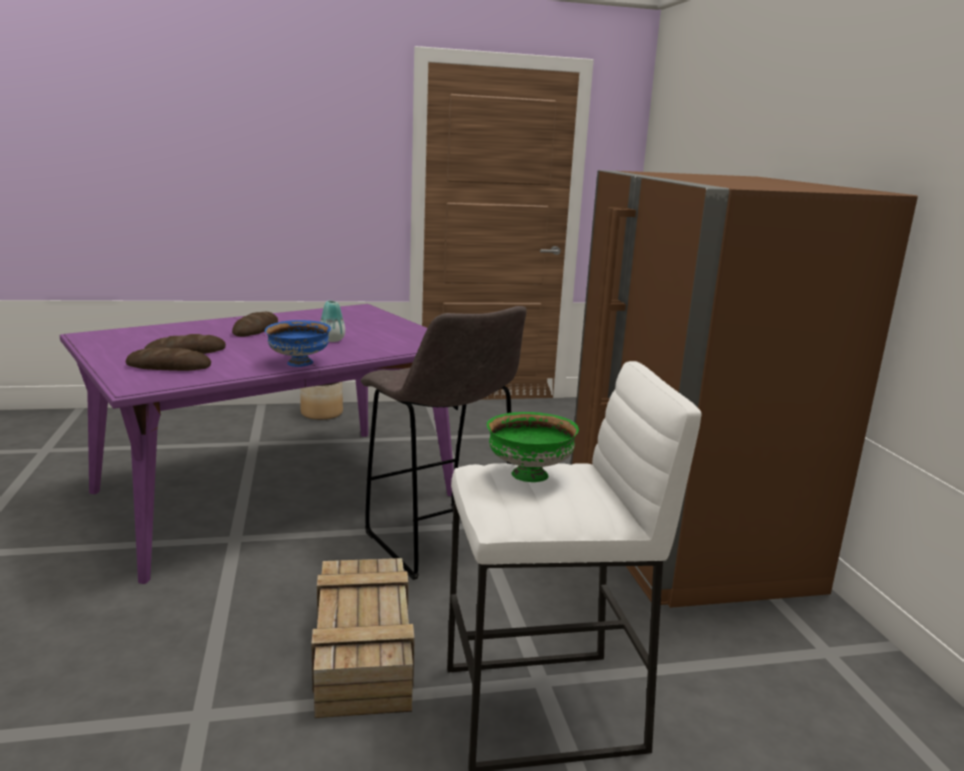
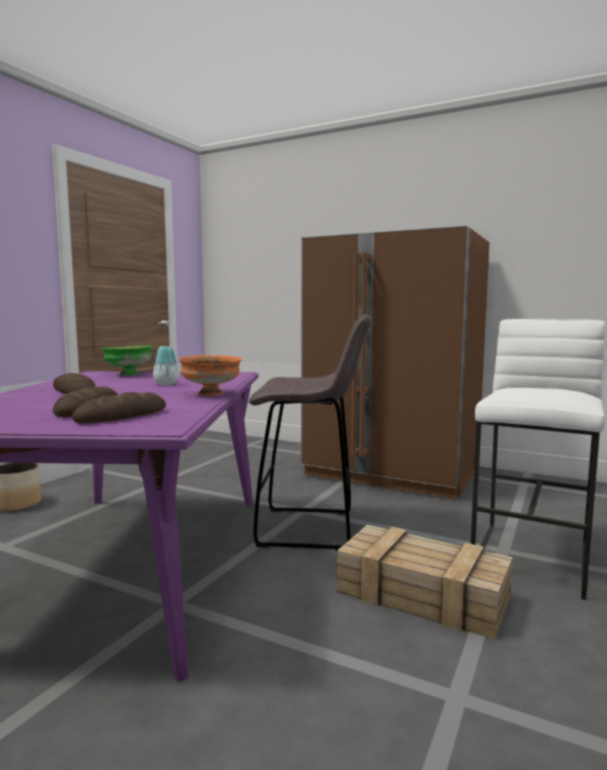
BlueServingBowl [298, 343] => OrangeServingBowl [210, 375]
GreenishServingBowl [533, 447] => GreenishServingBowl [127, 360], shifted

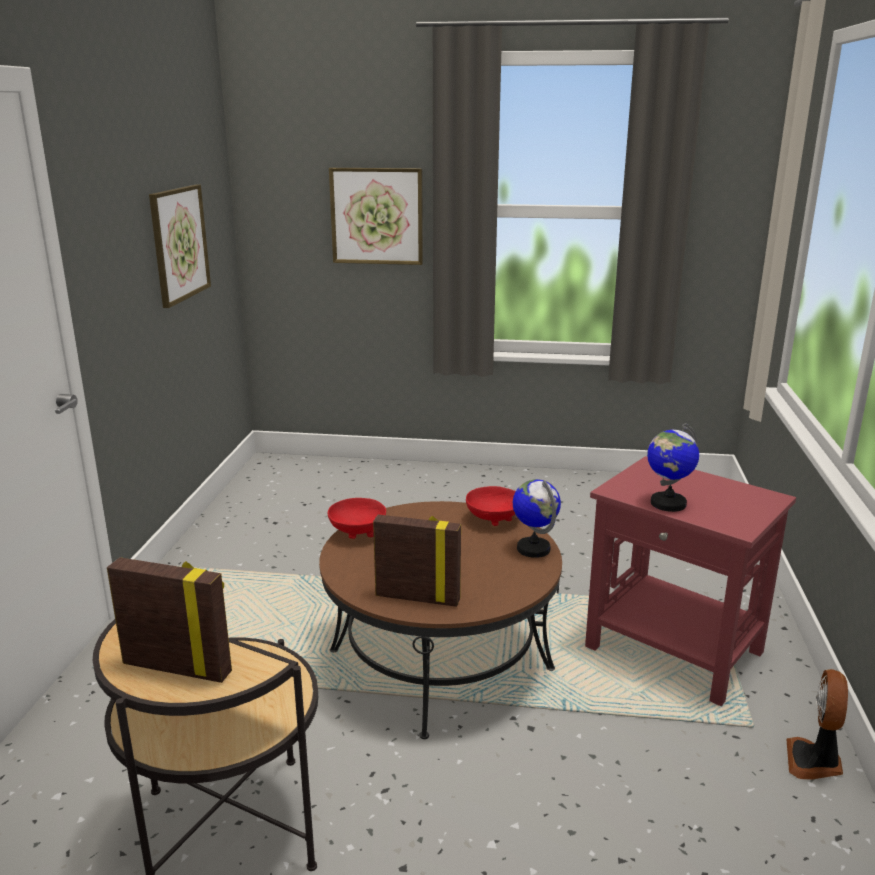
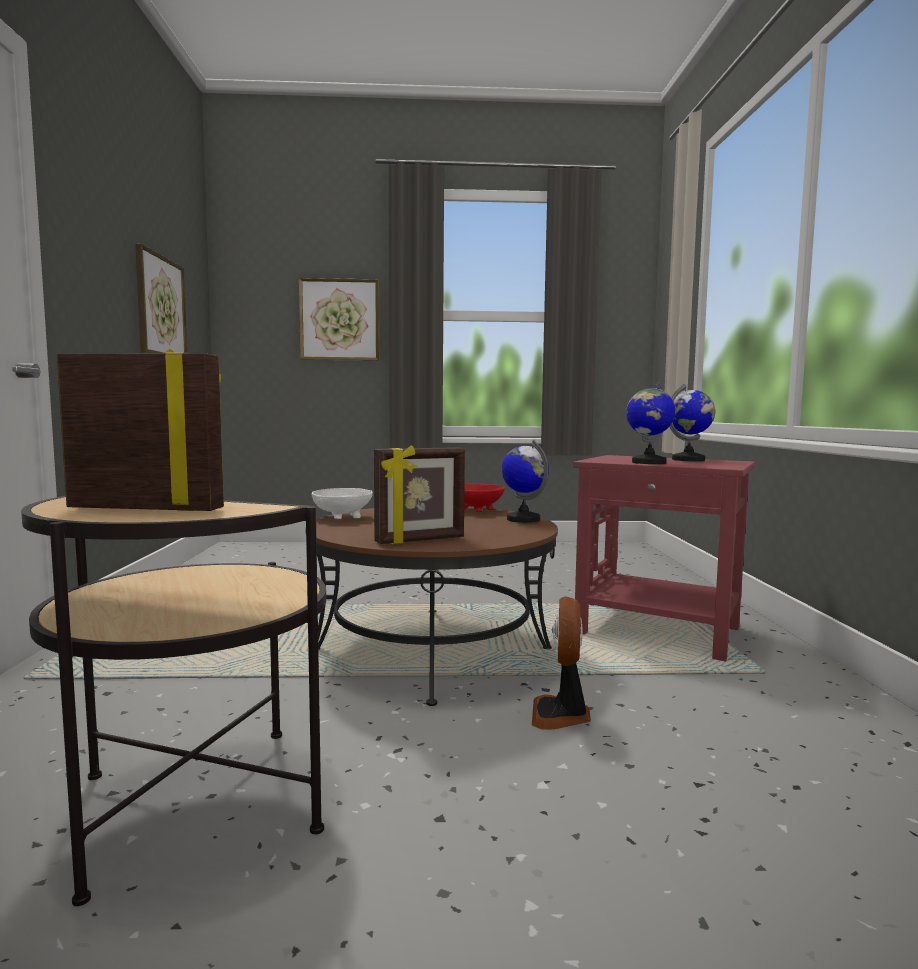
RedColouredServingBowl [357, 518] => WhiteColouredServingBowl [342, 503]
PictureFrame [417, 560] => PictureFrame [419, 494], 150 degrees clockwise
ElectricFan [817, 724] => ElectricFan [561, 663], shifted
nothing => Globe [692, 422]

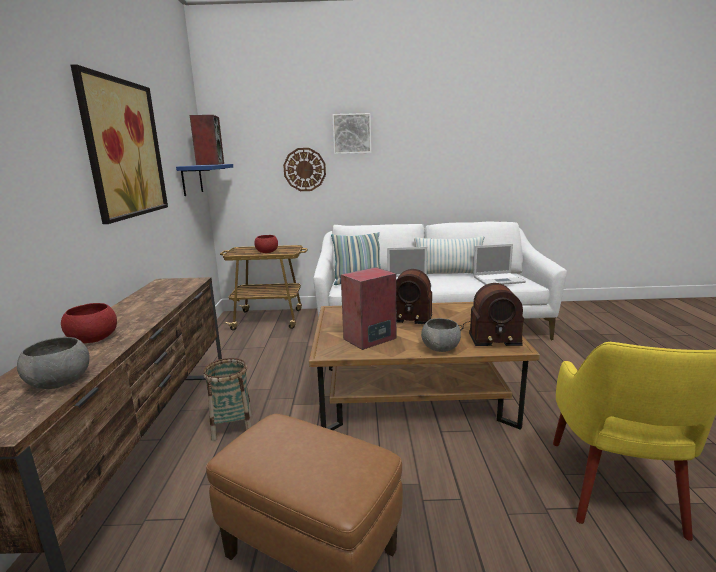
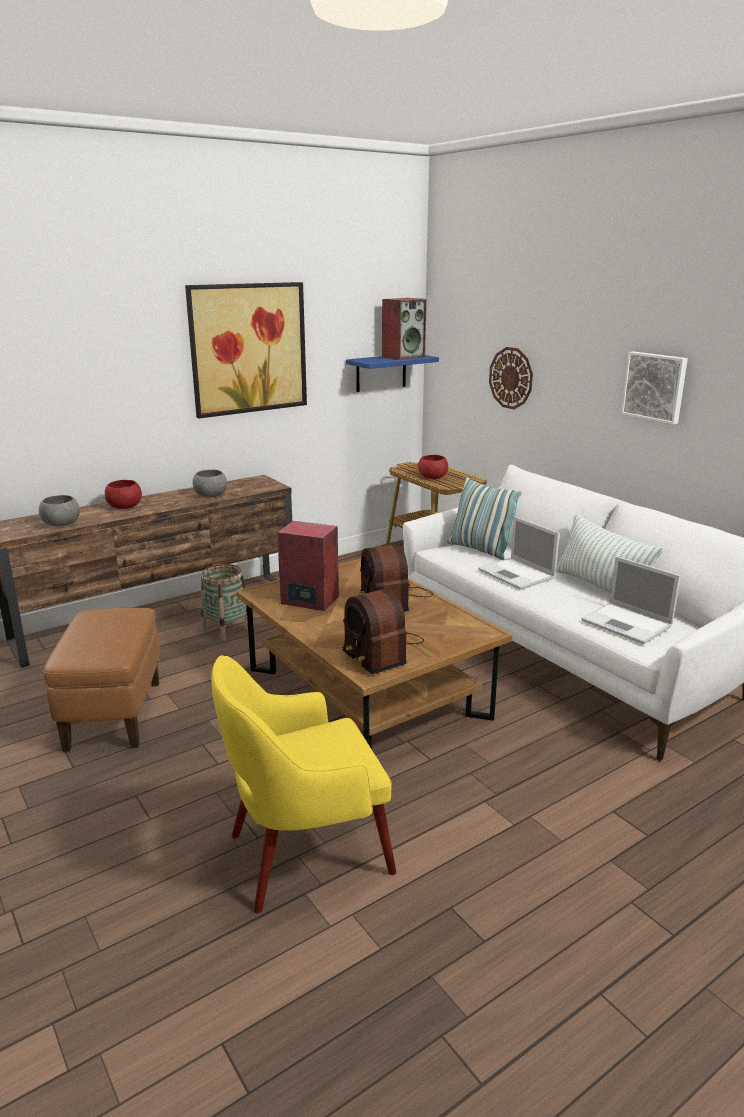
WallPicture [351, 133] => WallPicture [654, 388], shifted
GreyServingBowl [441, 335] => GreyServingBowl [209, 484], shifted

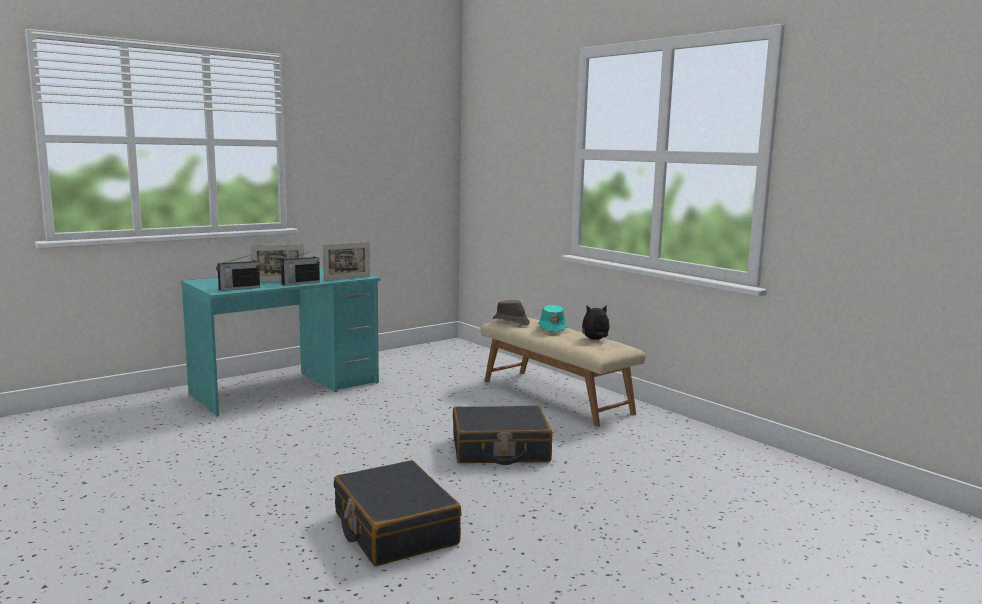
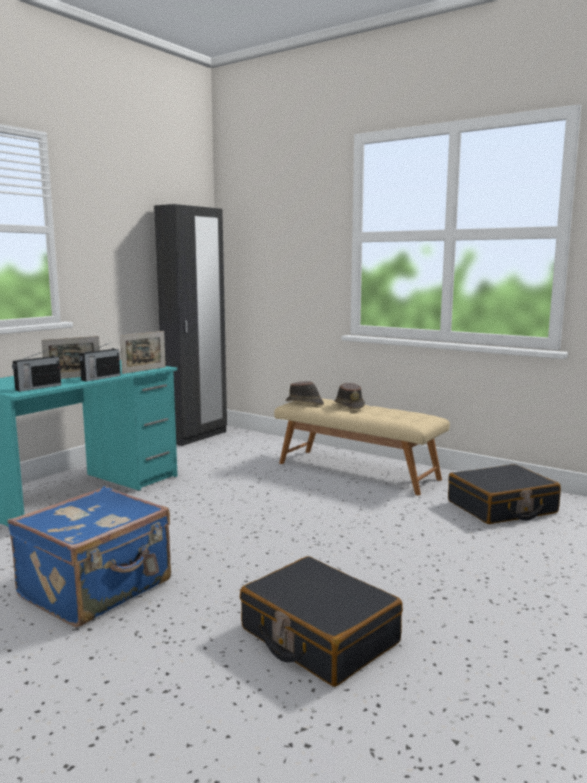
BlackishPieceOfLuggage [503, 435] => BlackishPieceOfLuggage [504, 494], shifted
TurquoiseHat [552, 318] => BrownHat [349, 396]
PlushToy [595, 322] => nothing
nothing => BluePieceOfLuggage [89, 556]
nothing => BlackishWardrobe [190, 325]

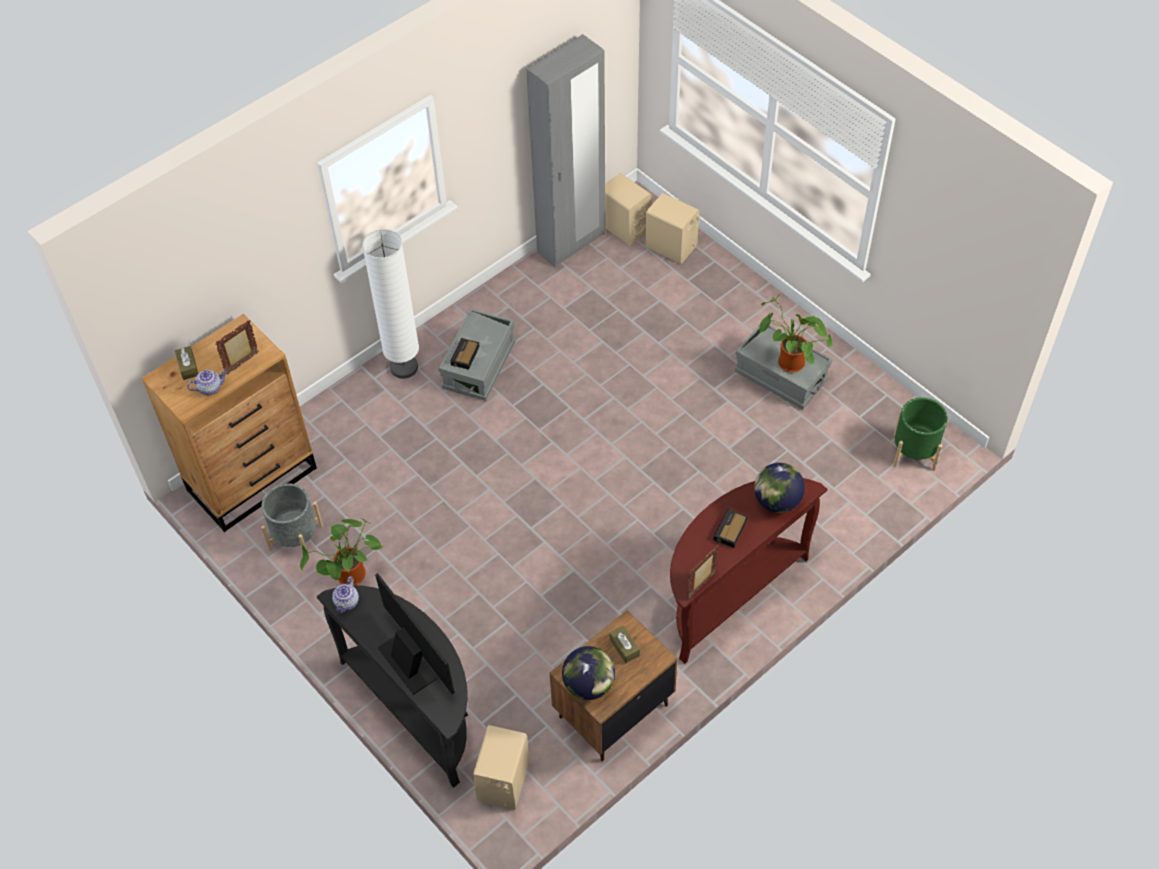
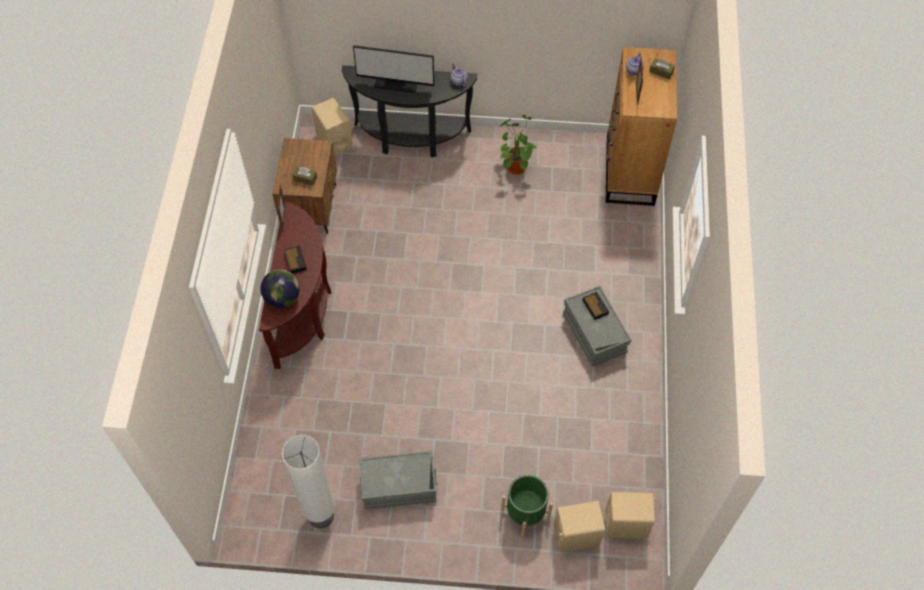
GreyPlantPot [292, 517] => nothing
WhiteColouredFloorLamp [390, 304] => WhiteColouredFloorLamp [308, 481], shifted
GreyWardrobe [566, 150] => nothing
Globe [588, 673] => nothing
Houseplant [795, 334] => nothing
GreenishPlantPot [920, 434] => GreenishPlantPot [527, 505], shifted

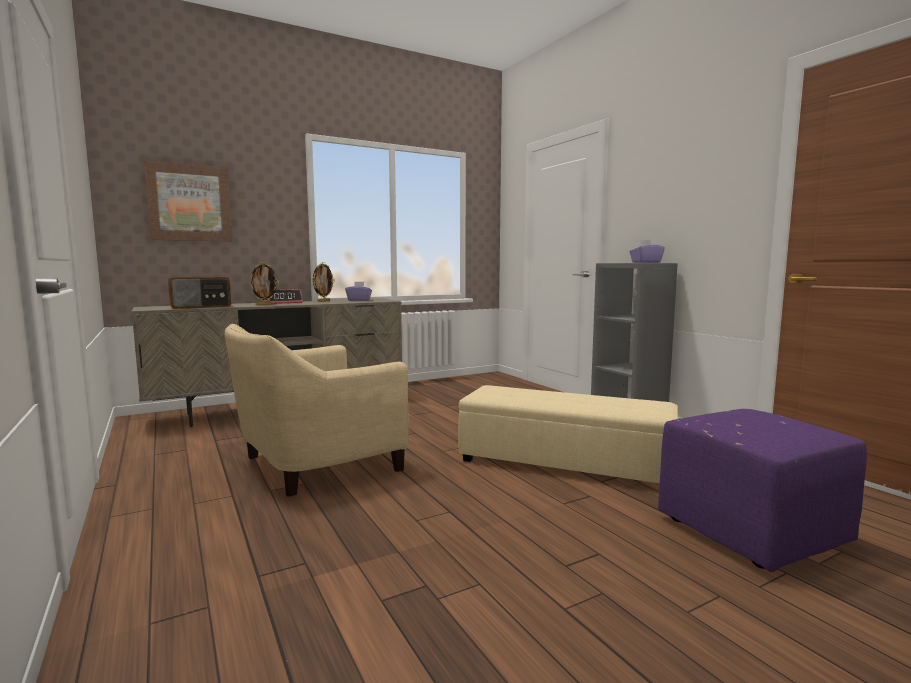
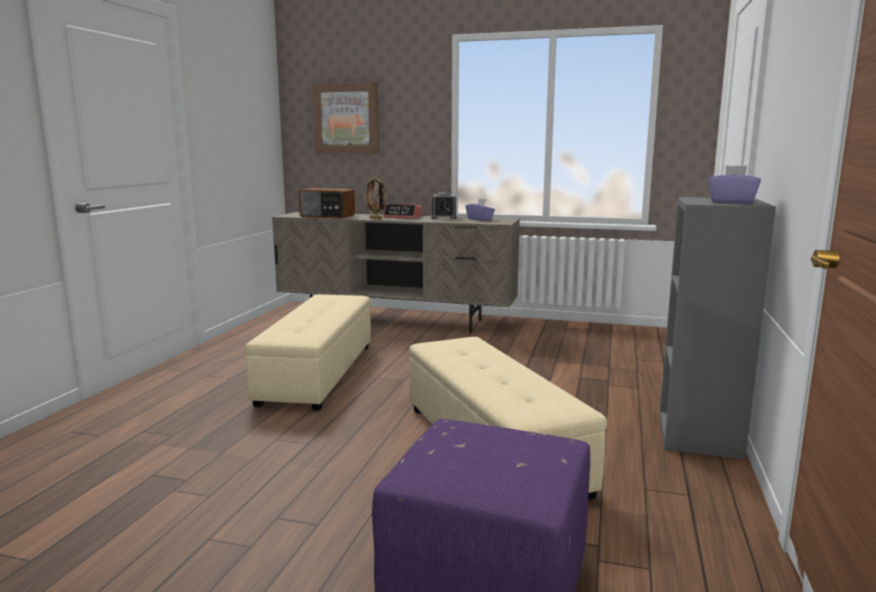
SandColouredLoungeChair [317, 410] => SandColouredOttoman [308, 352]
PictureFrame [323, 282] => AlarmClock [444, 205]

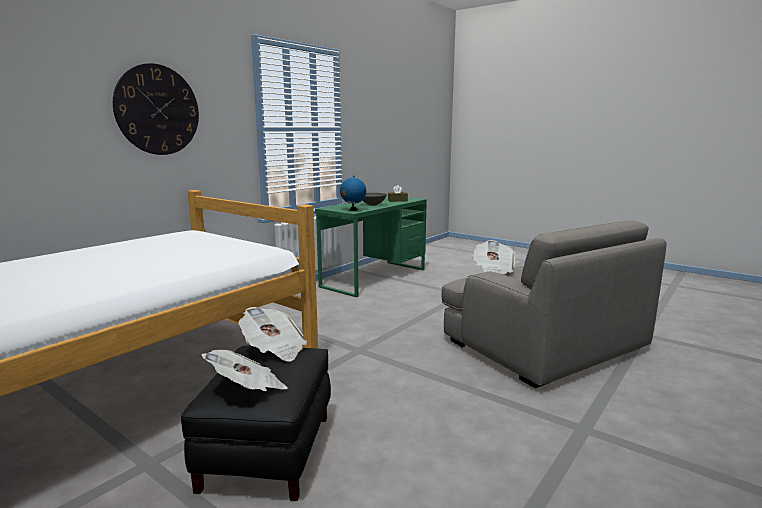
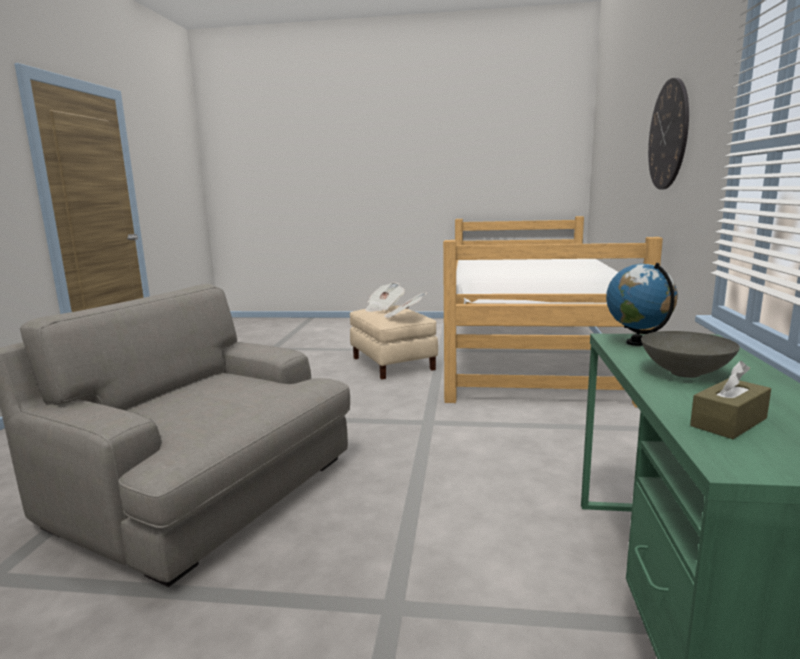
BlackishOttoman [256, 423] => SandColouredOttoman [394, 342]
Newspaper [493, 257] => nothing

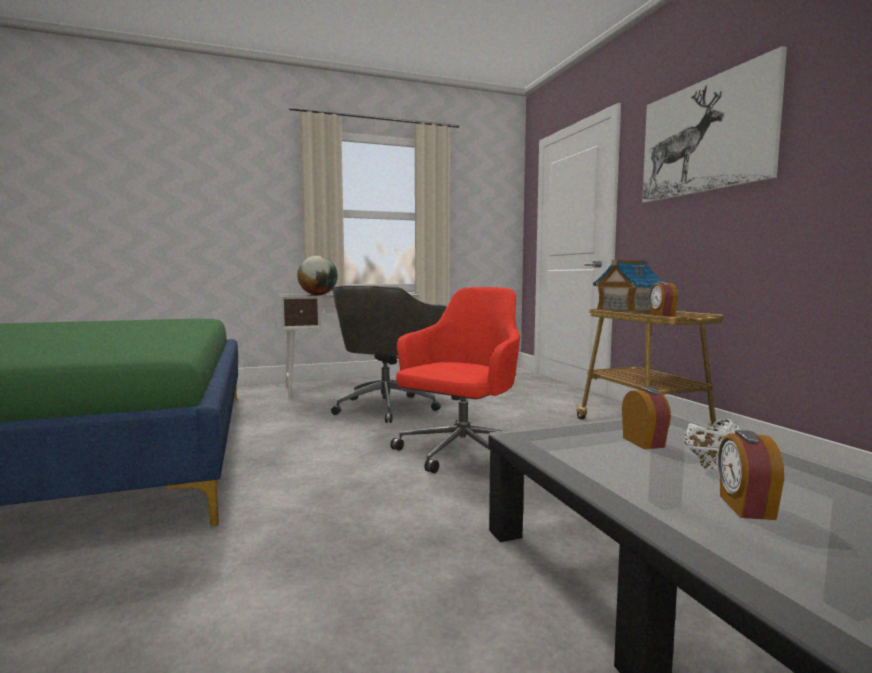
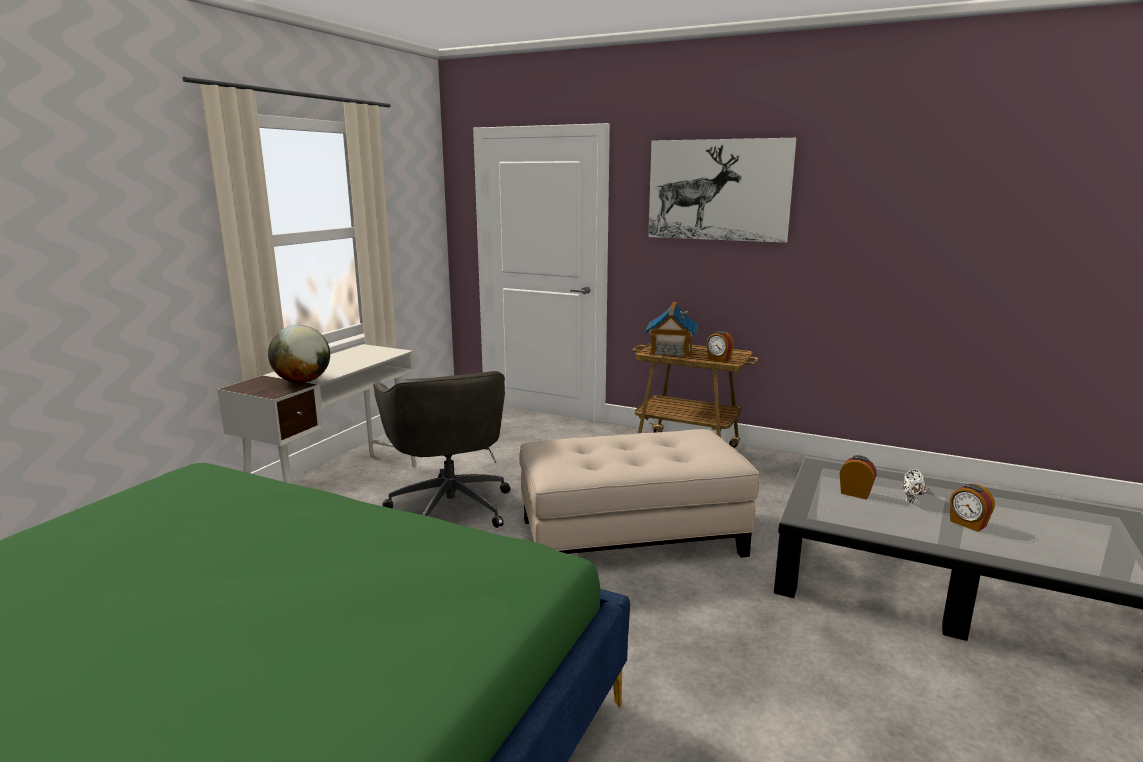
RedColouredOfficeChair [455, 380] => SandColouredOttoman [639, 493]

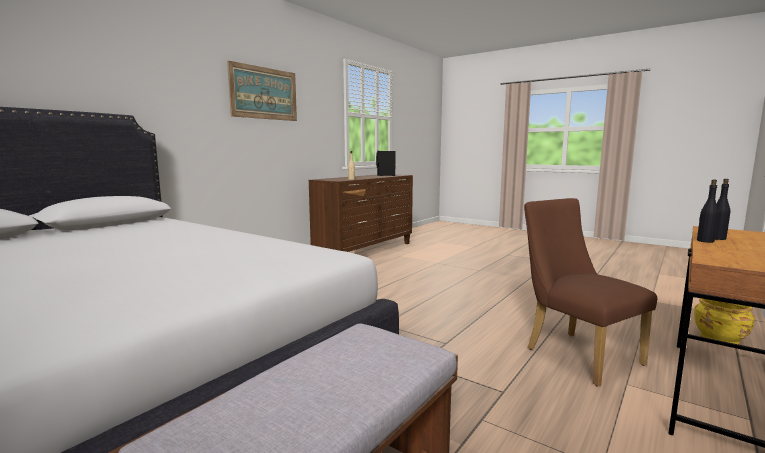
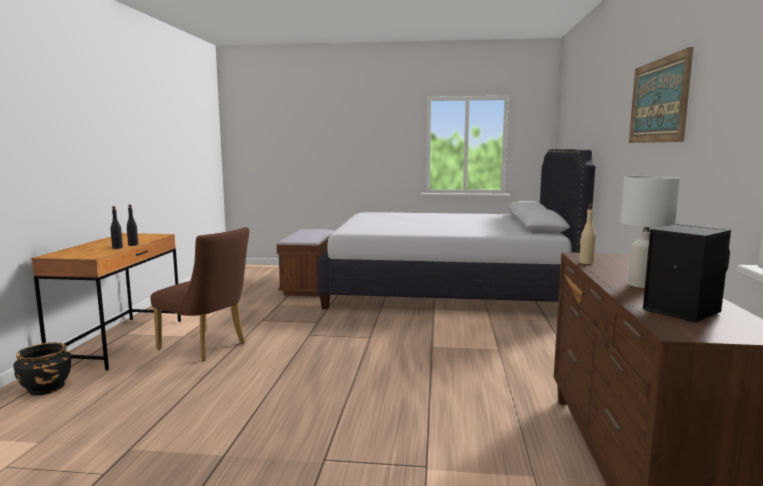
YellowishPlantPot [724, 322] => BlackishPlantPot [42, 369]
nothing => WhiteColouredTabletopLamp [650, 232]

